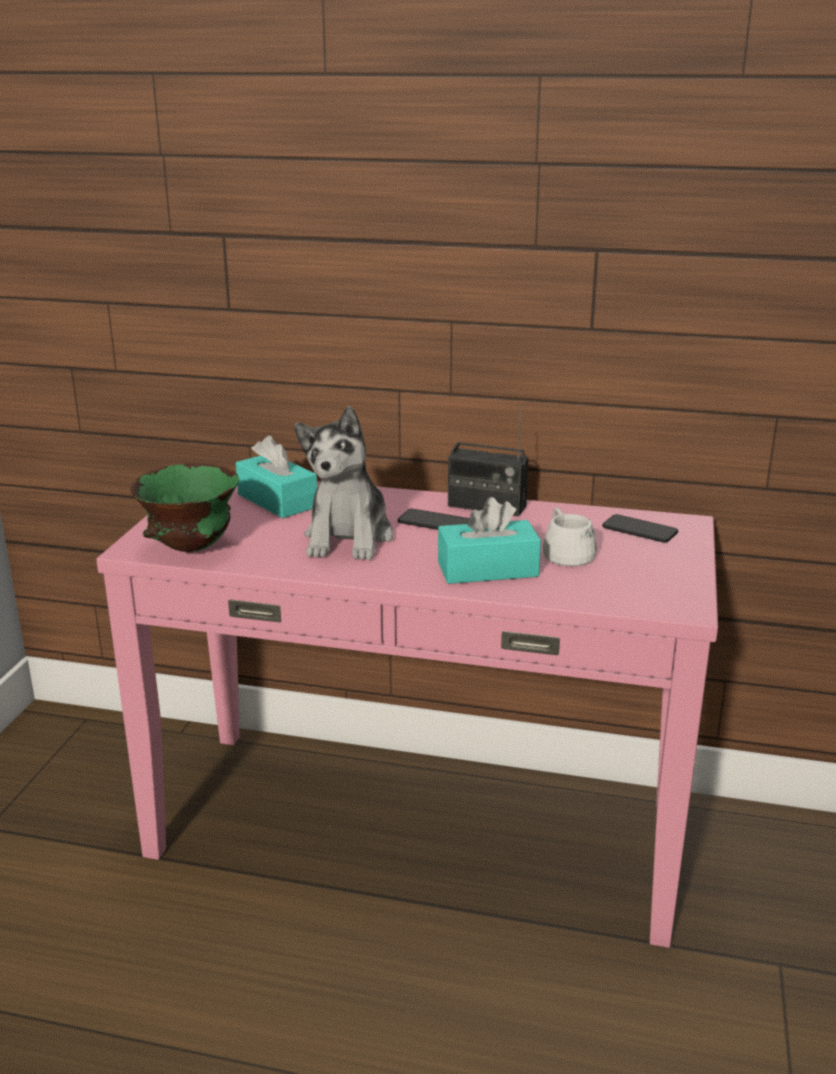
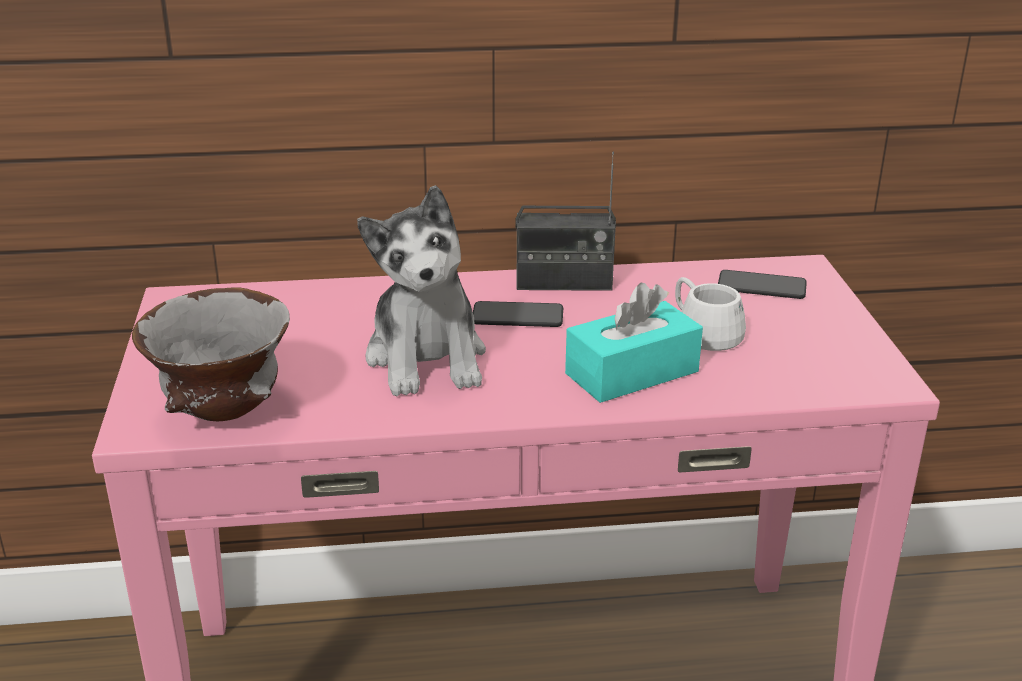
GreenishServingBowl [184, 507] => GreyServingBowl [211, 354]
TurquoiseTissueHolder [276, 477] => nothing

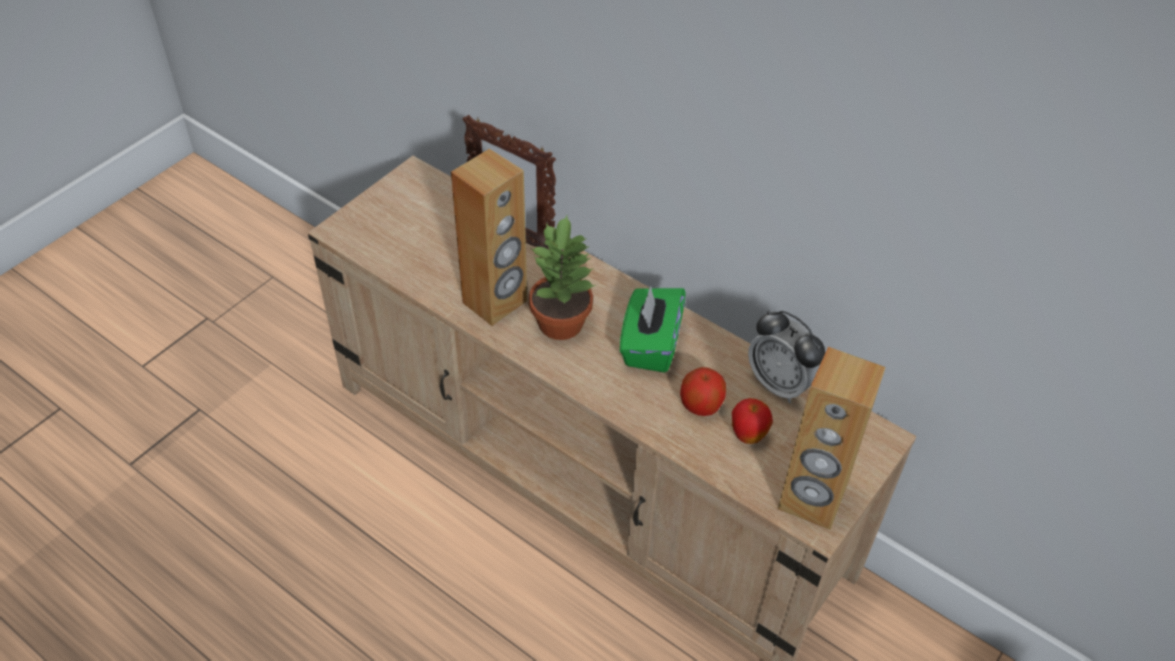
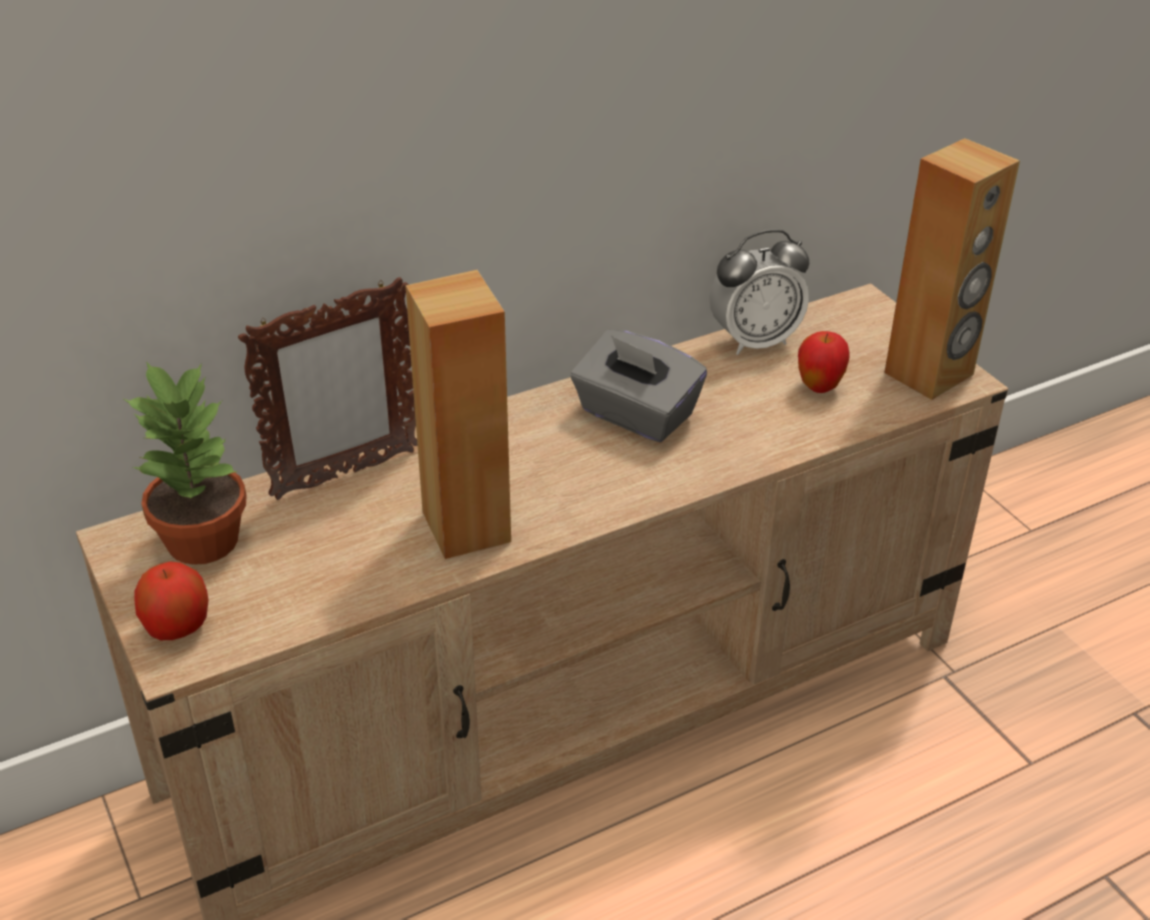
Houseplant [562, 277] => Houseplant [185, 463], shifted
GreenishTissueHolder [653, 329] => GreyTissueHolder [638, 386]
AppleFruit [703, 391] => AppleFruit [171, 601], shifted

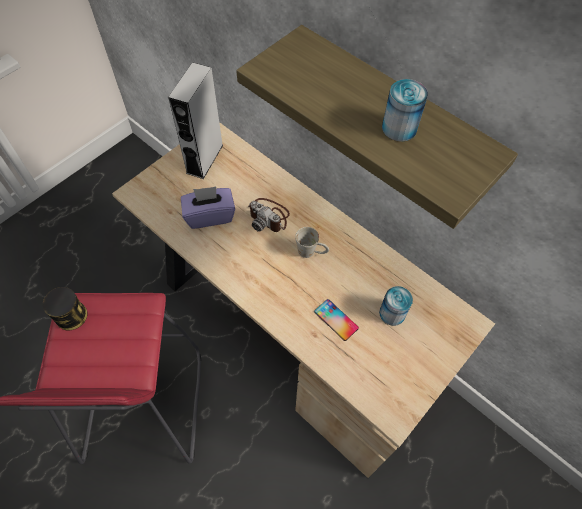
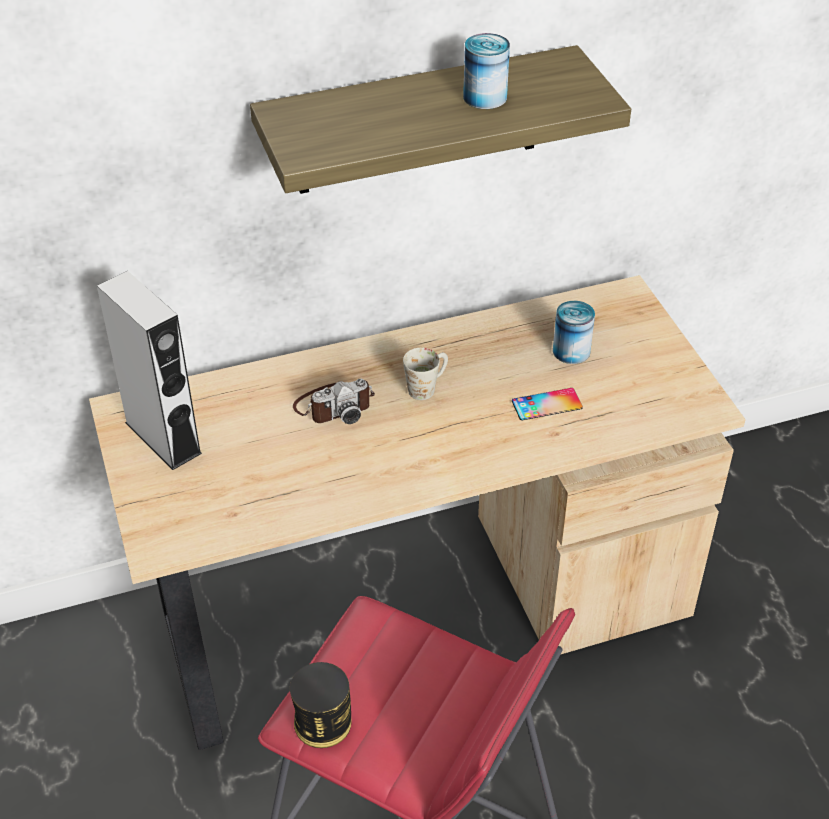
PurplishTissueHolder [208, 208] => nothing

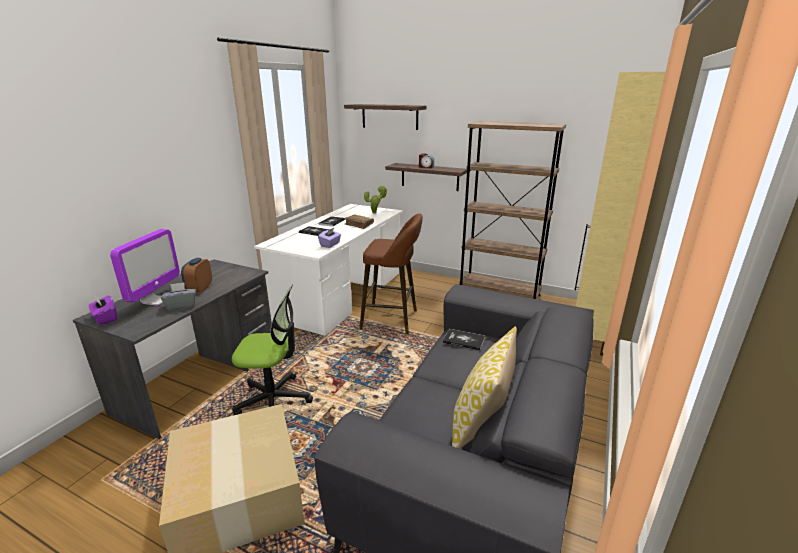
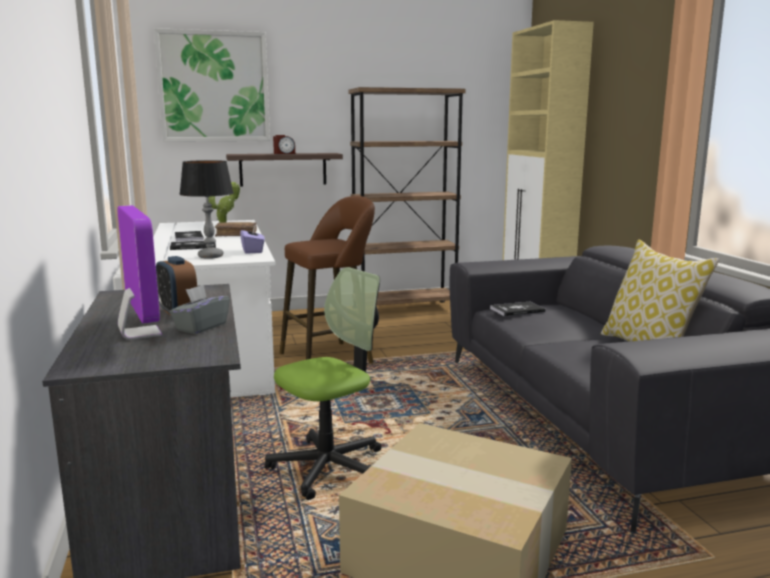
PurplishTissueHolder [103, 310] => nothing
Shelf [385, 117] => WallPicture [212, 85]
nothing => TabletopLamp [206, 209]

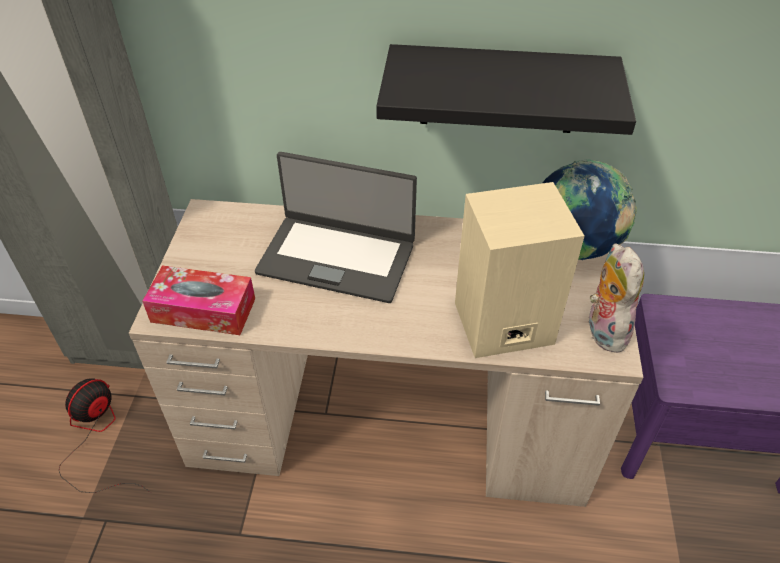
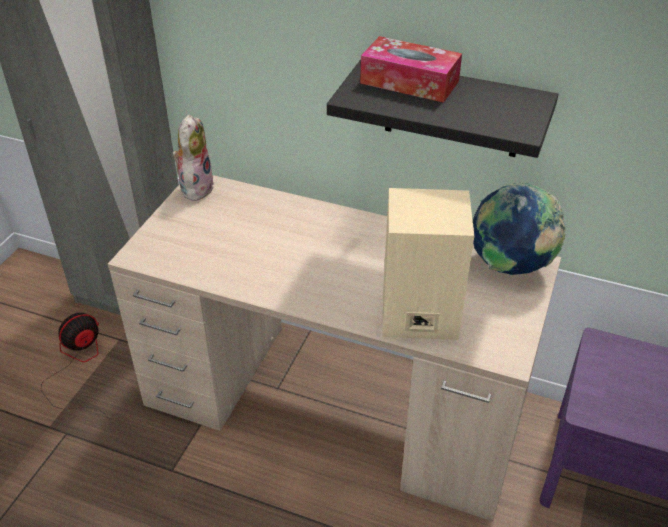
TissueHolder [198, 300] => TissueHolder [411, 69], shifted
Laptop [336, 227] => nothing
PlushToy [616, 298] => PlushToy [193, 157], shifted

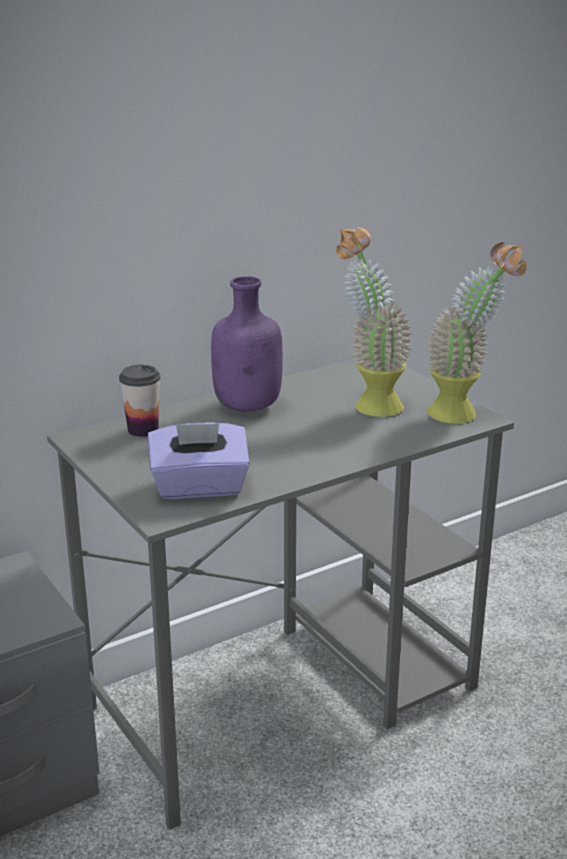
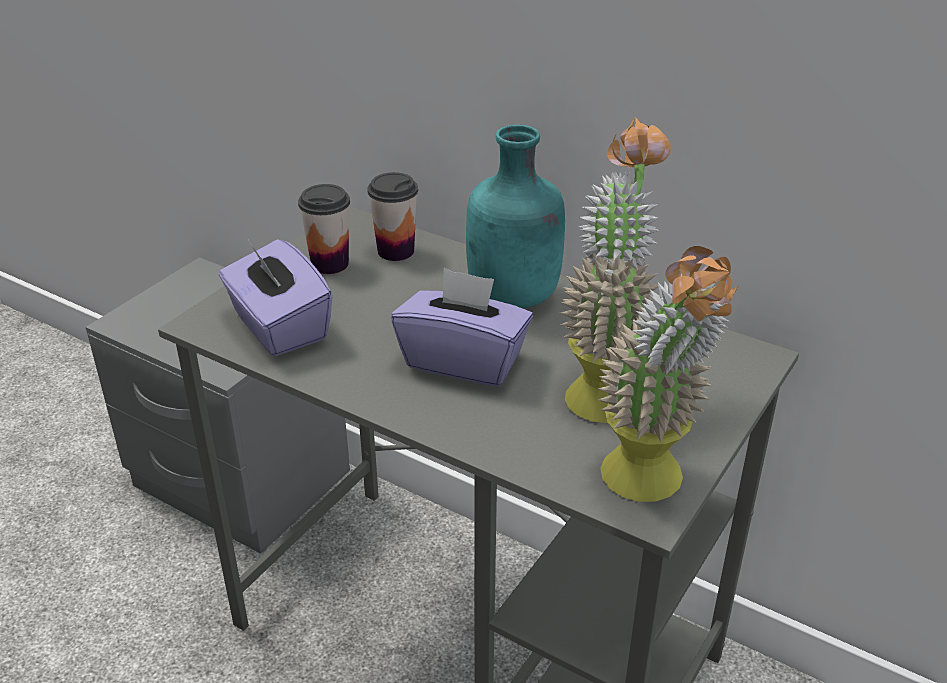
PurplishDrinkBottle [247, 344] => TurquoiseDrinkBottle [515, 216]
nothing => Cup [324, 229]
nothing => PurplishTissueHolder [462, 327]

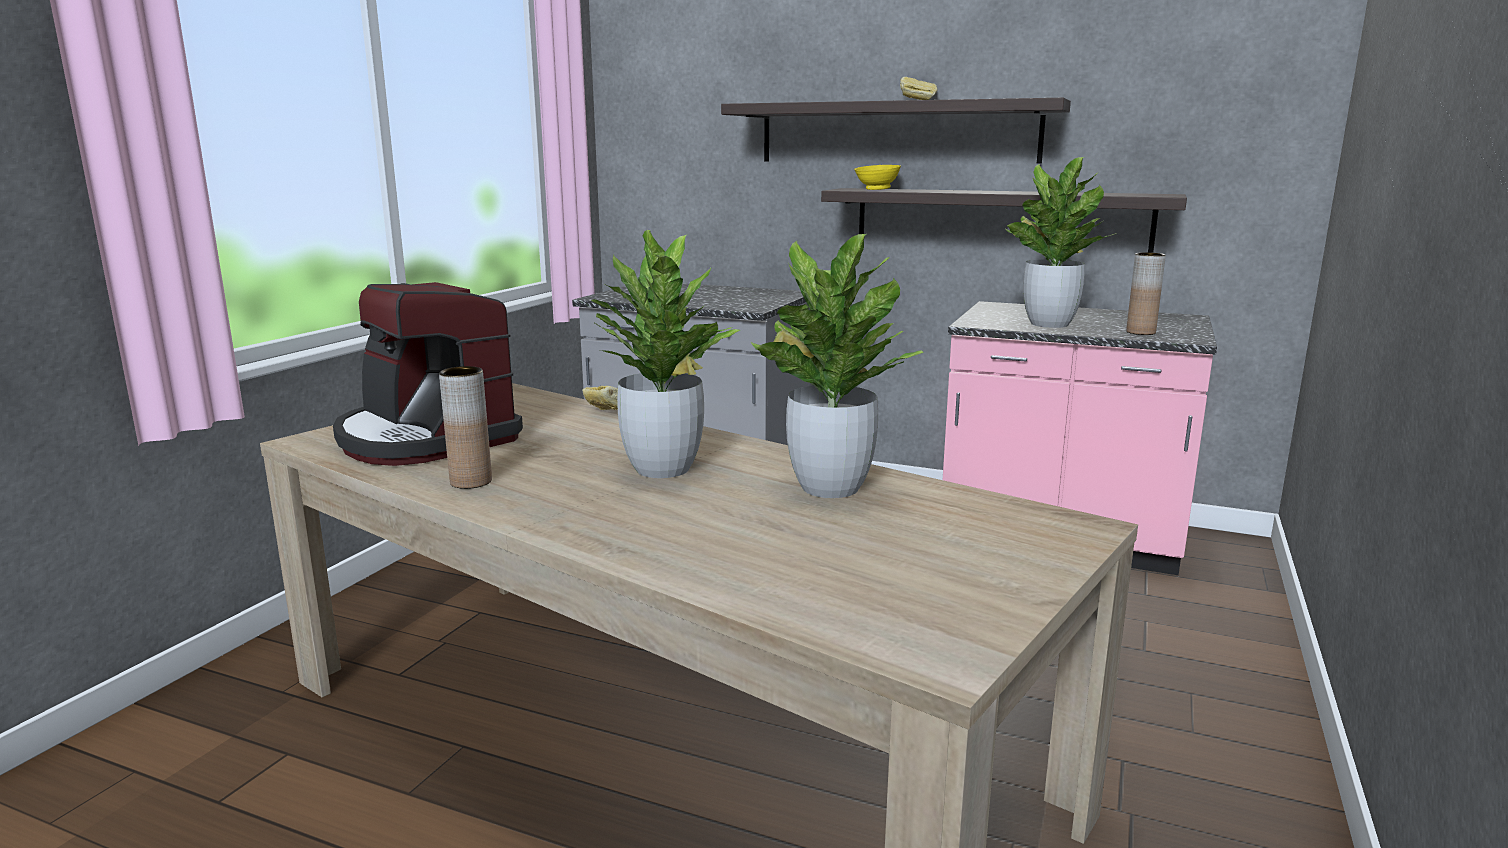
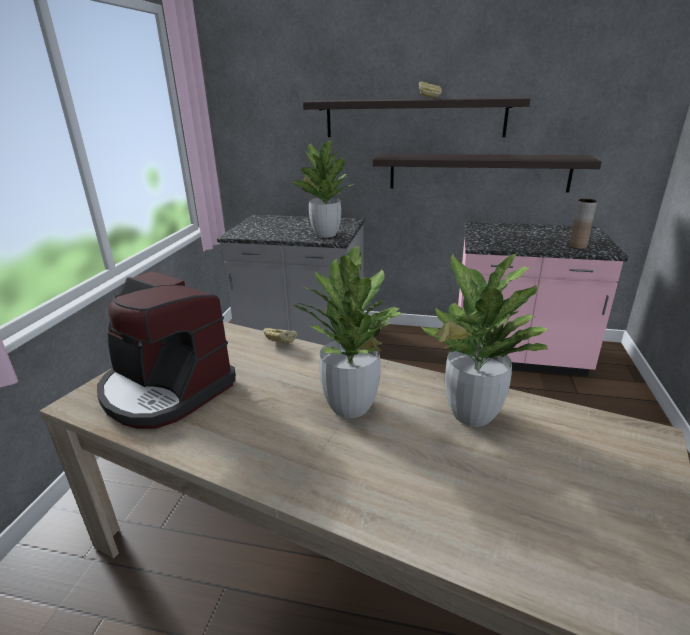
BrownDecorativeVase [465, 427] => nothing
YellowishServingBowl [877, 177] => nothing
Houseplant [1061, 242] => Houseplant [323, 189], shifted

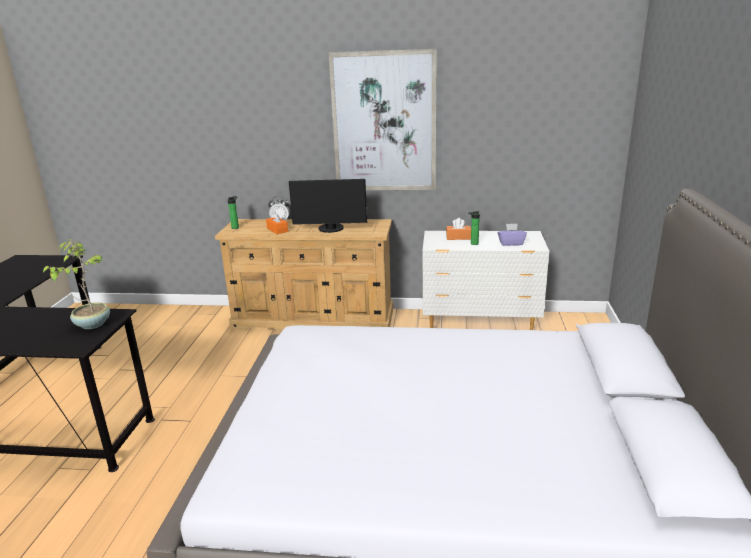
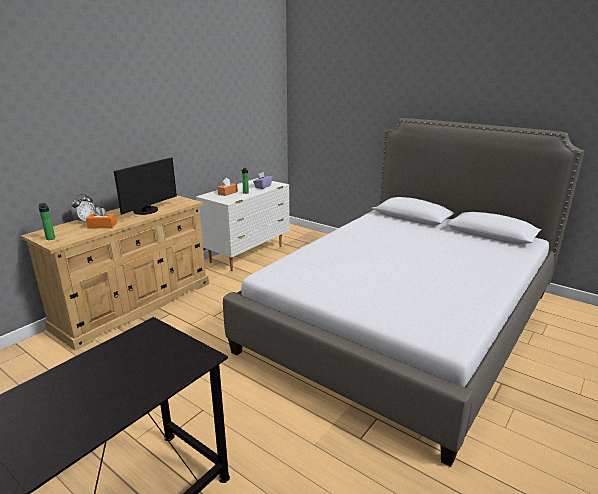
Houseplant [76, 284] => nothing
WallPicture [383, 119] => nothing

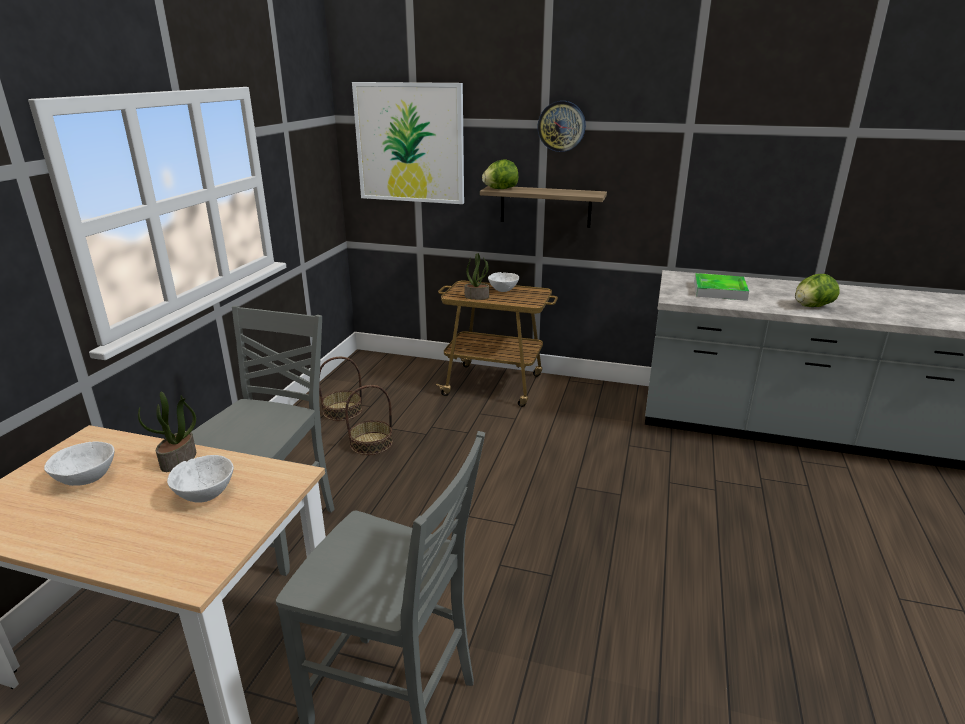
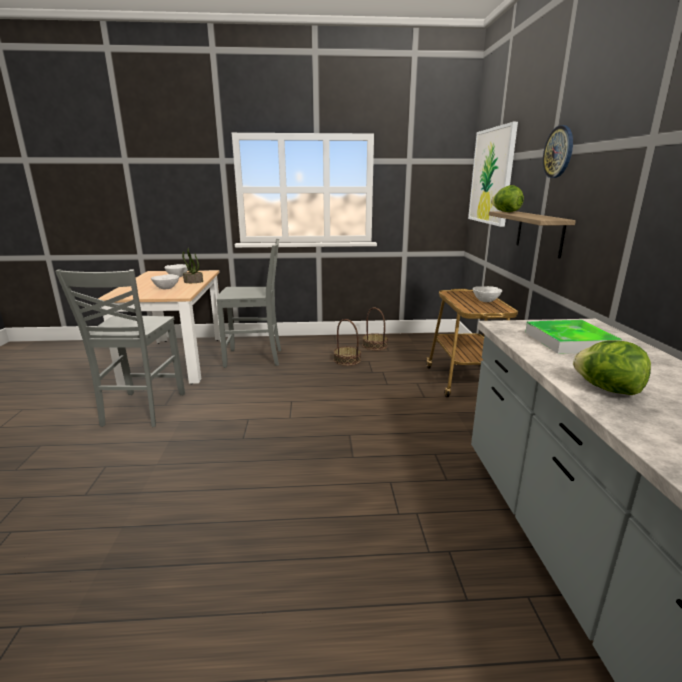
Houseplant [477, 276] => nothing

